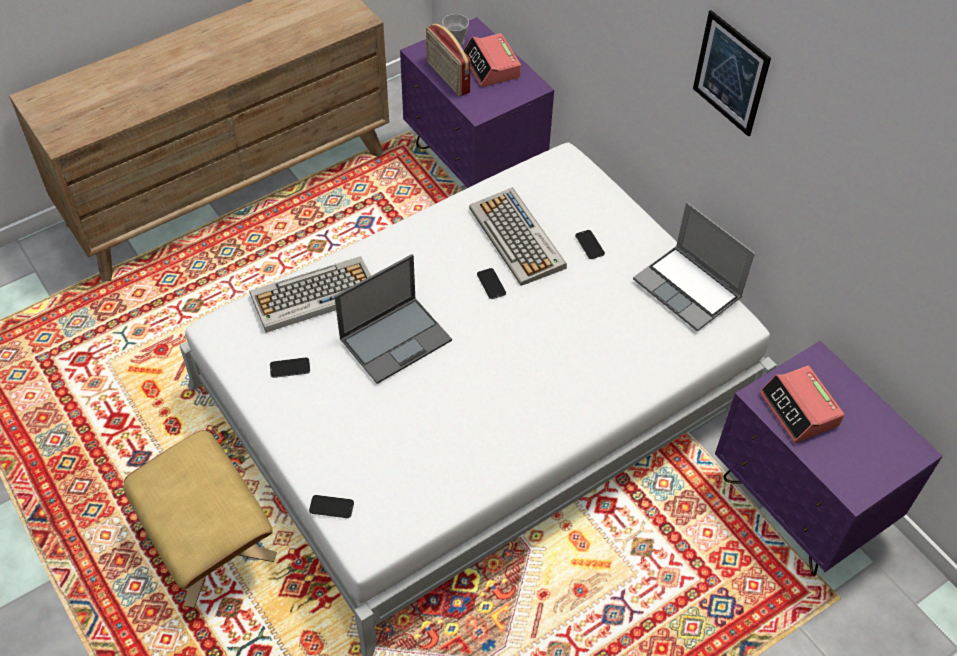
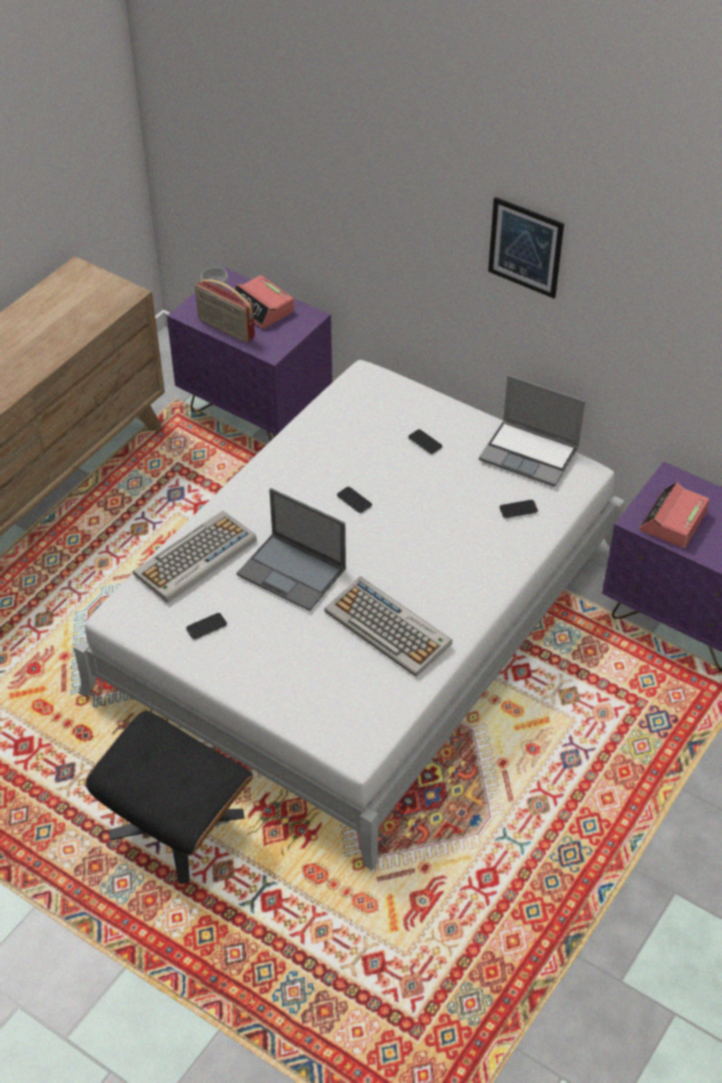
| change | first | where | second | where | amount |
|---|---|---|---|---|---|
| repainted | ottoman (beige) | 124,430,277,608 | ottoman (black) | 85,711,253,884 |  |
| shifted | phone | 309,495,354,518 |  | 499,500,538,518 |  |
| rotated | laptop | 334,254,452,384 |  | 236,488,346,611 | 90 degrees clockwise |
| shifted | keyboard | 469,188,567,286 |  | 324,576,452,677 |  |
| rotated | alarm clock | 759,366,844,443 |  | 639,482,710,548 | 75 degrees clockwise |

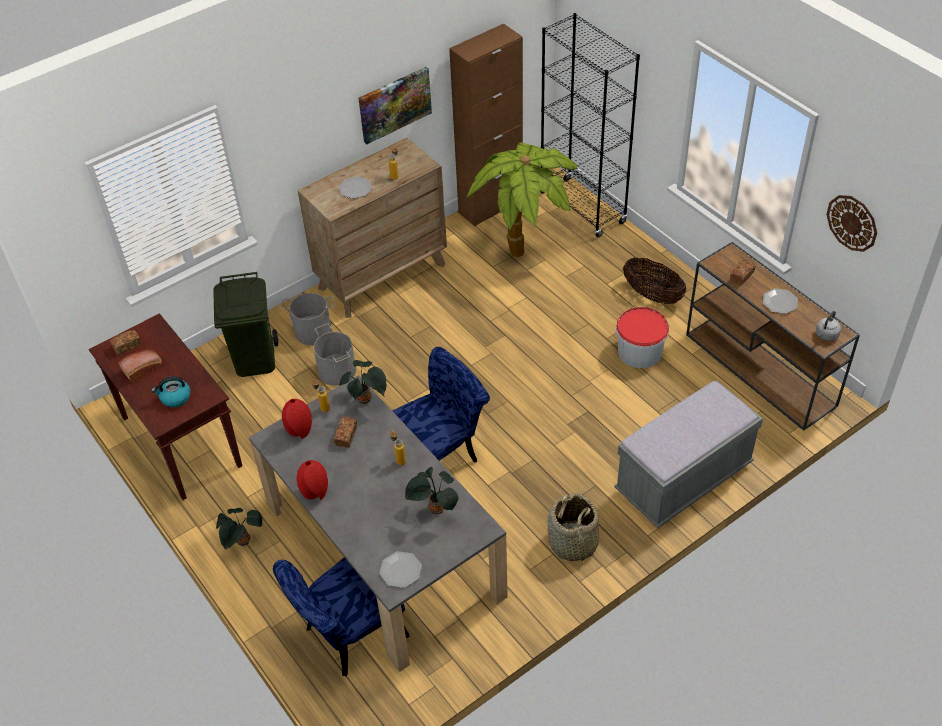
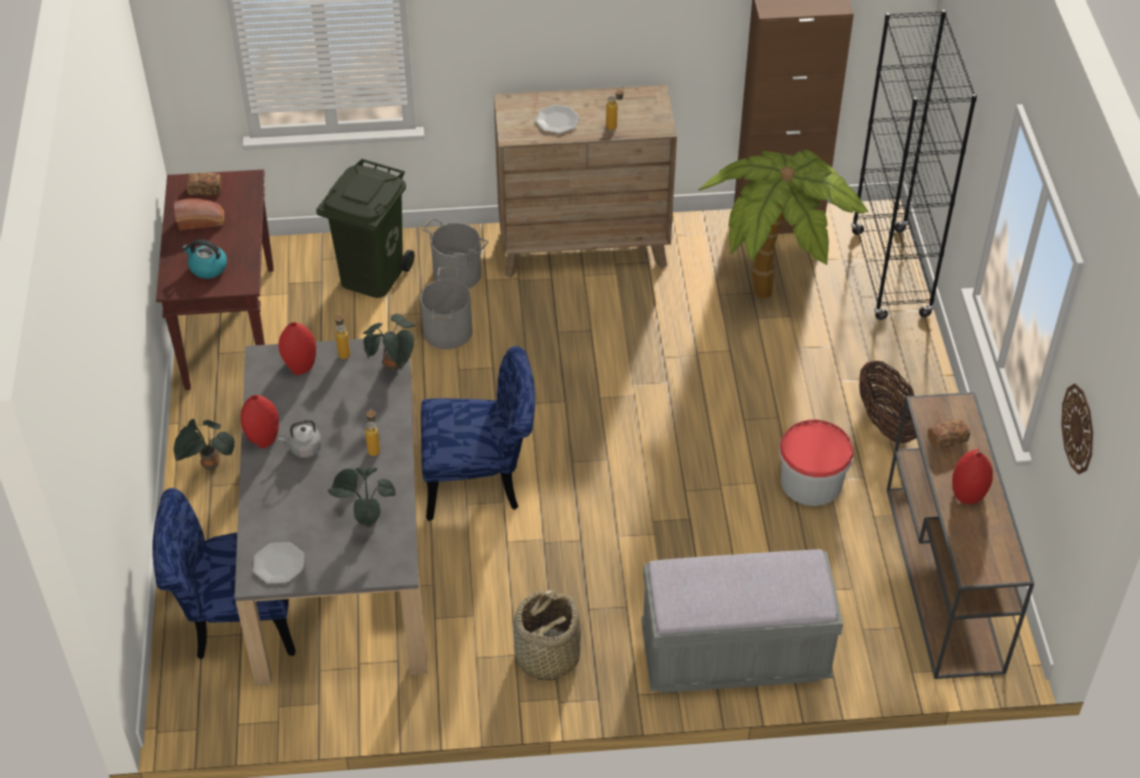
| change | first | where | second | where | amount |
|---|---|---|---|---|---|
| gone | bread | 334,416,357,448 |  |  |  |
| gone | picture | 359,67,432,144 |  |  |  |
| swapped | plate | 763,288,798,314 | vase (red) | 952,449,993,504 |  |
| shifted | kettle (grey) | 816,311,841,341 |  | 278,420,322,458 |  |

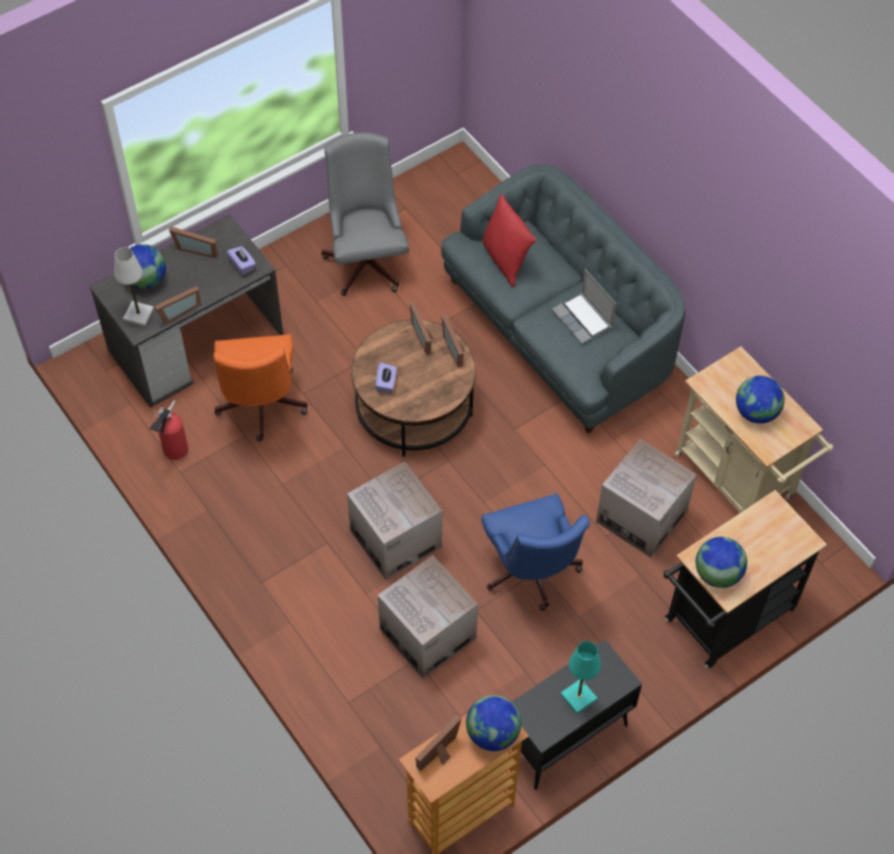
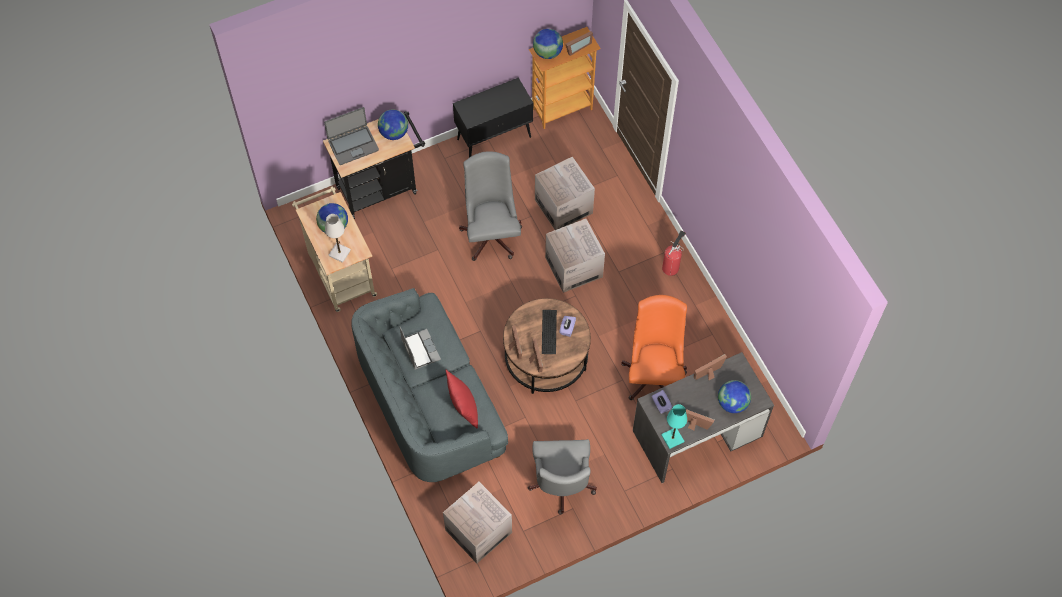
| change | first | where | second | where | amount |
|---|---|---|---|---|---|
| shifted | table lamp (white) | 114,247,154,326 |  | 325,214,351,263 |  |
| shifted | fire extinguisher | 150,400,188,460 |  | 662,230,686,276 |  |
| repainted | office chair (blue) | 482,493,589,611 | office chair (grey) | 459,151,522,261 |  |
| shifted | table lamp (turquoise) | 561,641,601,714 |  | 661,404,687,449 |  |
| shifted | cardboard box | 596,439,697,558 |  | 443,482,512,563 |  |
| new |  |  | laptop | 324,107,379,165 |  |
| new |  |  | keyboard | 542,310,557,354 |  |

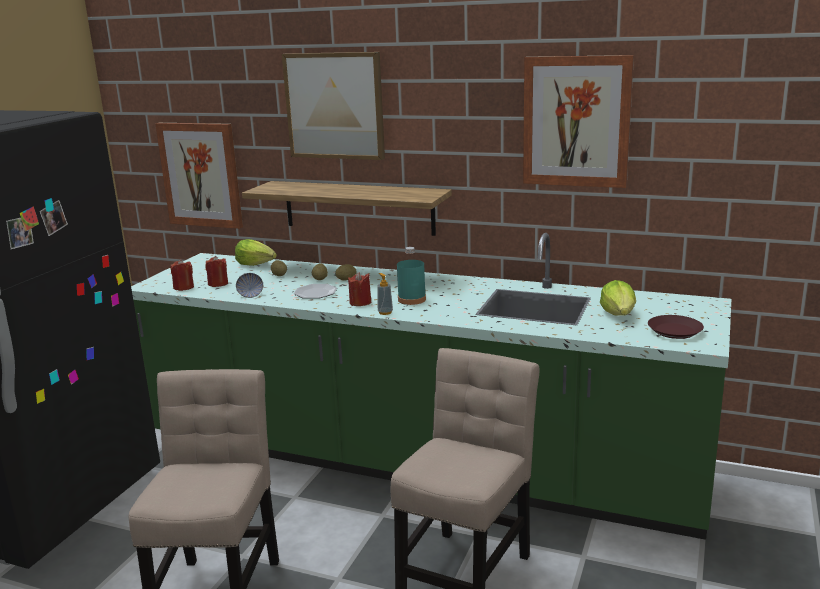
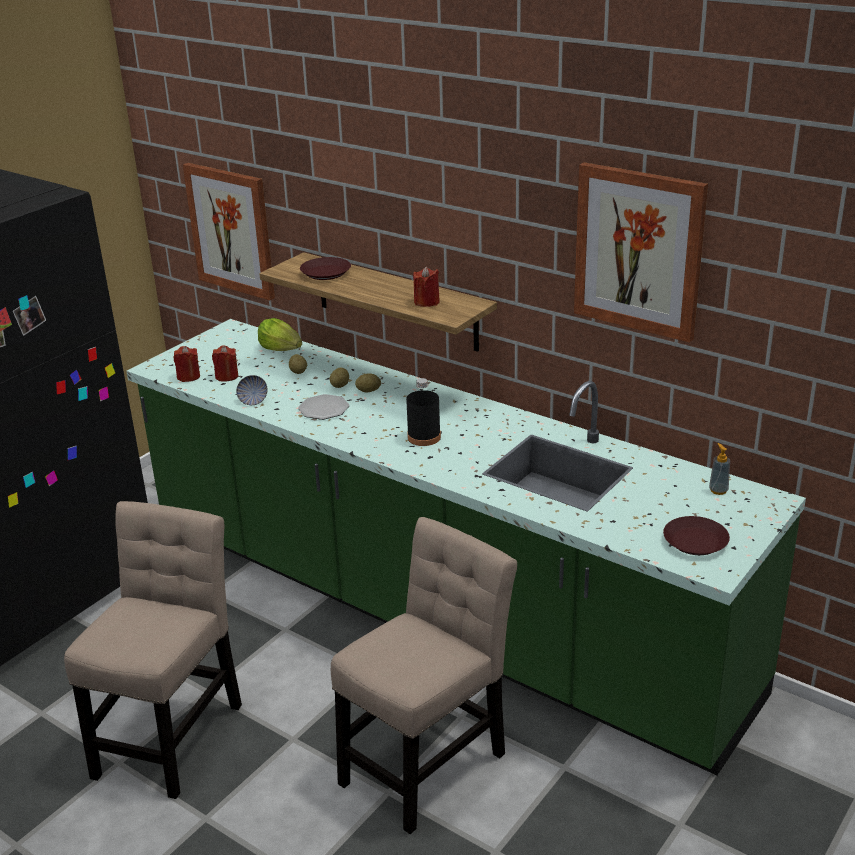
| change | first | where | second | where | amount |
|---|---|---|---|---|---|
| gone | picture | 282,52,385,160 |  |  |  |
| shifted | candle (red) | 348,272,371,306 |  | 413,267,440,307 |  |
| shifted | soap dispenser | 378,273,393,315 |  | 709,443,730,495 |  |
| repainted | bottle (turquoise) | 397,247,426,305 | bottle (black) | 406,378,441,446 |  |
| gone | lettuce | 600,280,636,316 |  |  |  |
| new |  |  | plate (brown) | 300,257,351,280 |  |

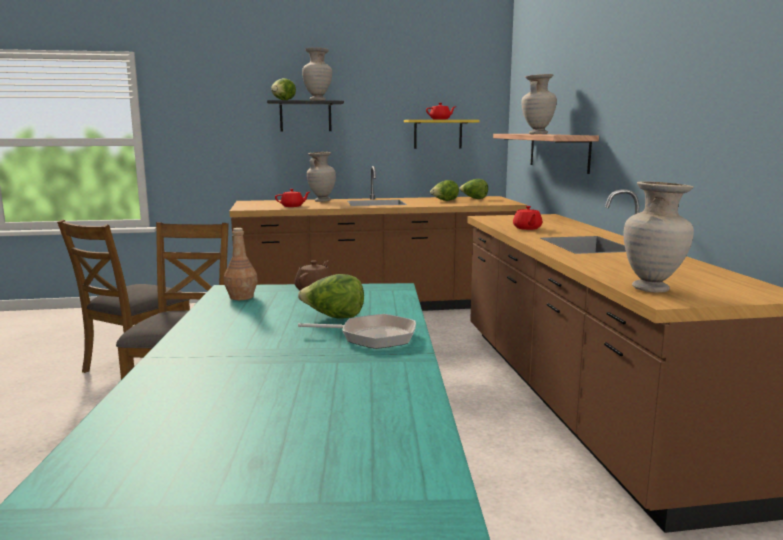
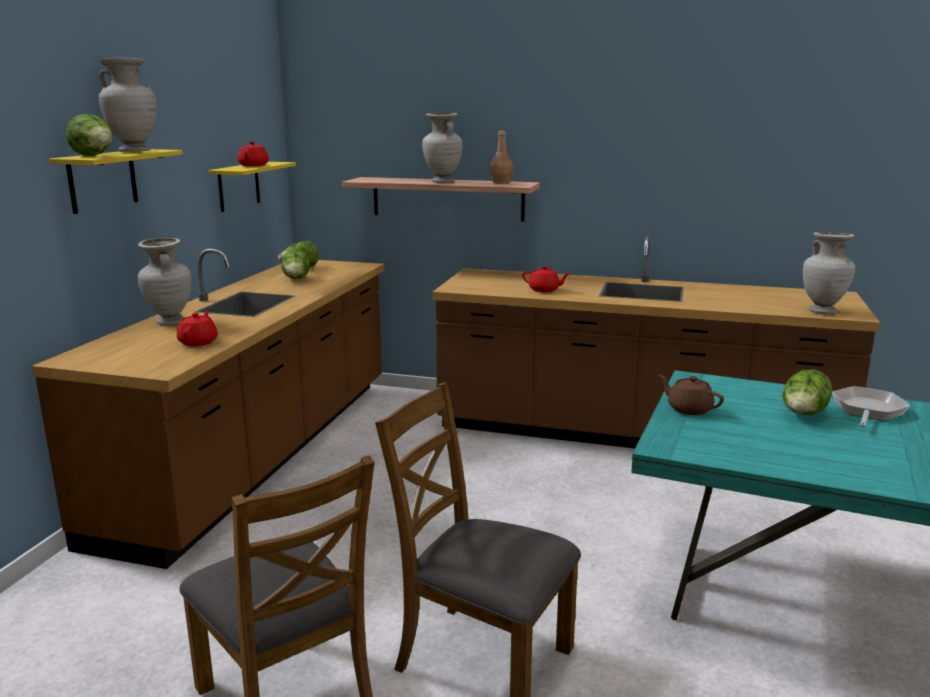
| change | first | where | second | where | amount |
|---|---|---|---|---|---|
| shifted | bottle (brown) | 224,228,258,300 |  | 490,131,513,184 |  |
| repainted | shelf (black) | 267,100,344,131 | shelf (yellow) | 49,149,183,214 |  |

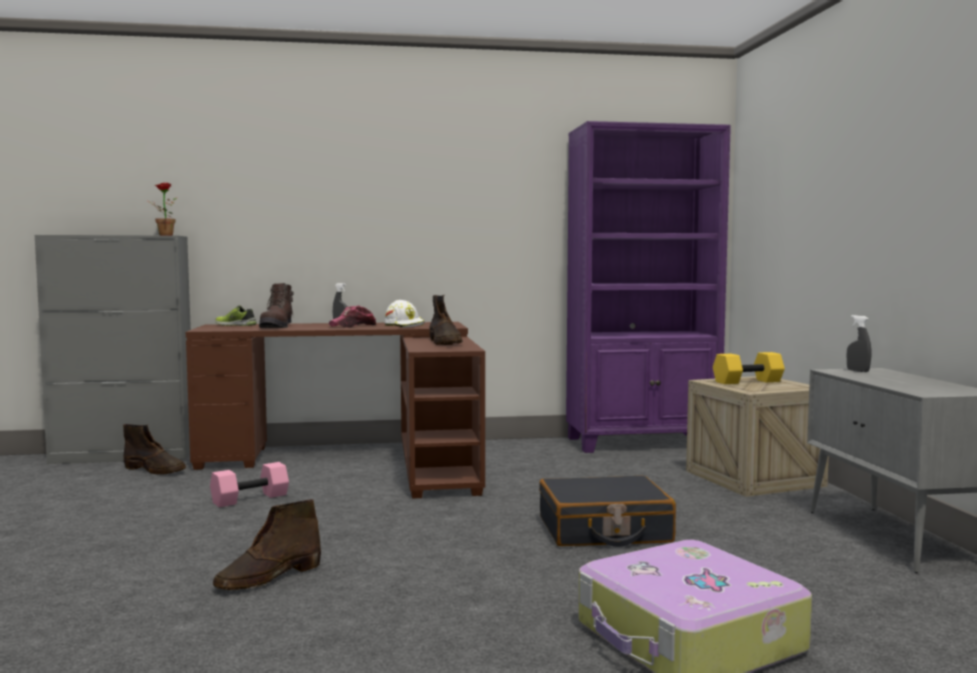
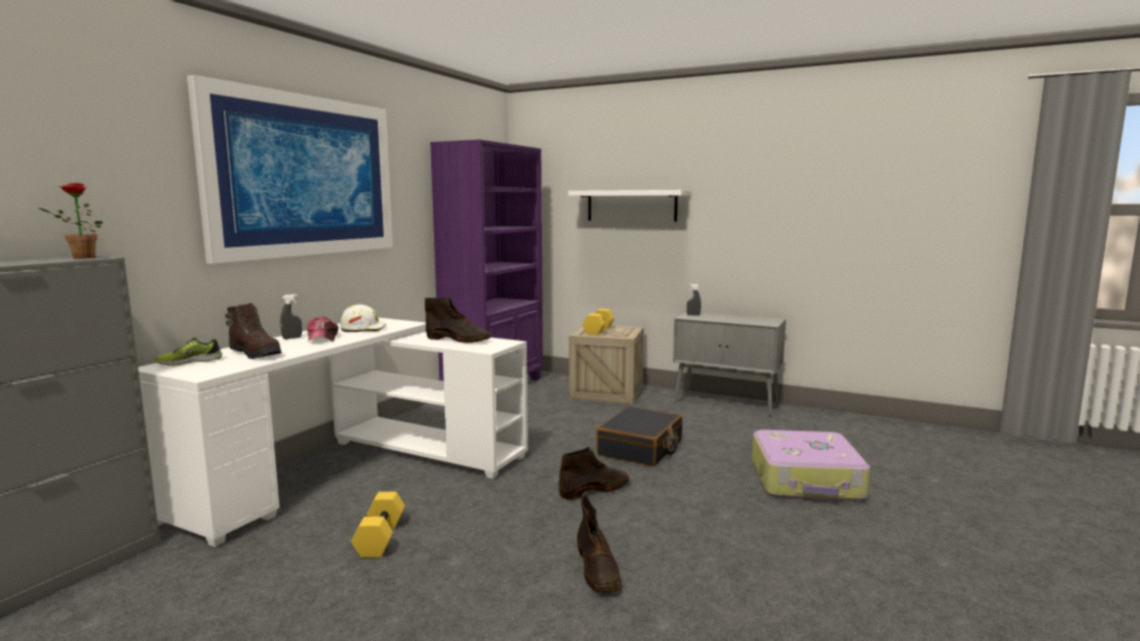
| change | first | where | second | where | amount |
|---|---|---|---|---|---|
| shifted | boot (brown) | 123,424,186,475 |  | 559,446,629,500 |  |
| repainted | desk (brown) | 186,322,485,499 | desk (white) | 138,318,528,547 |  |
| repainted | dumbbell (pink) | 210,462,289,507 | dumbbell (yellow) | 351,492,405,558 |  |
| new |  |  | picture | 187,75,393,264 |  |
| new |  |  | shelf (white) | 568,190,689,222 |  |

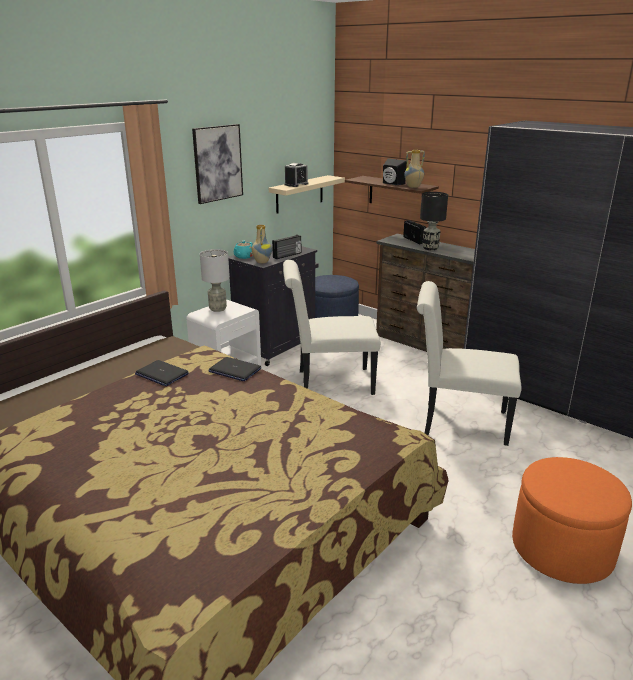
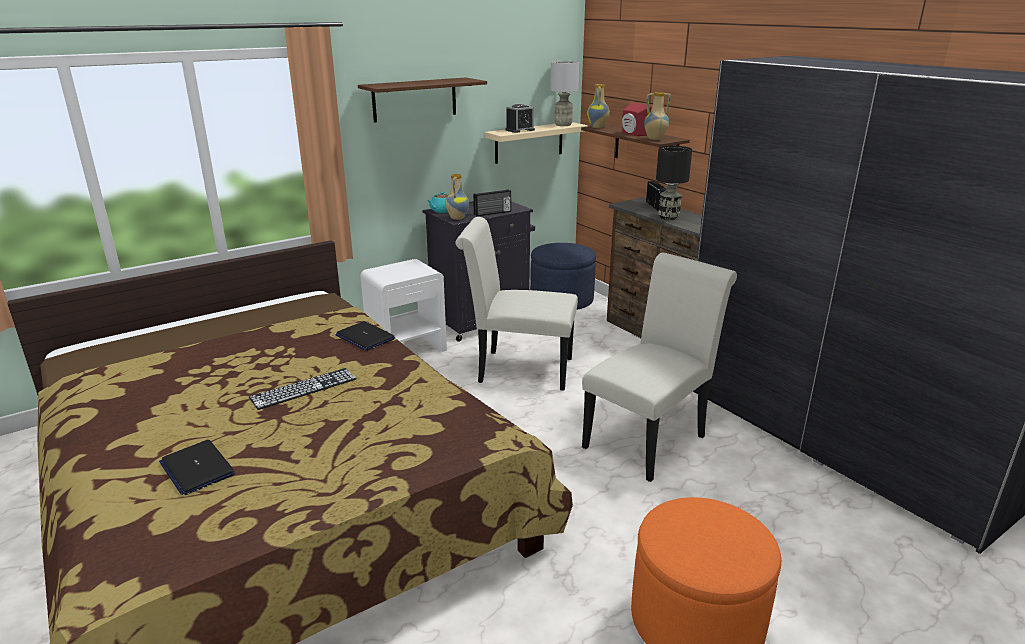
| change | first | where | second | where | amount |
|---|---|---|---|---|---|
| shifted | laptop | 135,360,189,386 |  | 159,440,235,495 |  |
| swapped | picture | 192,124,243,204 | shelf | 358,78,487,123 |  |
| shifted | table lamp (grey) | 200,249,230,312 |  | 550,61,580,126 |  |
| repainted | speaker (black) | 383,158,407,185 | speaker (red) | 622,103,651,136 |  |
| rotated | chair (white) | 417,281,522,446 |  | 582,253,737,482 | 105 degrees clockwise |
| new |  |  | keyboard | 249,368,357,410 |  |
| new |  |  | vase | 587,84,610,128 |  |

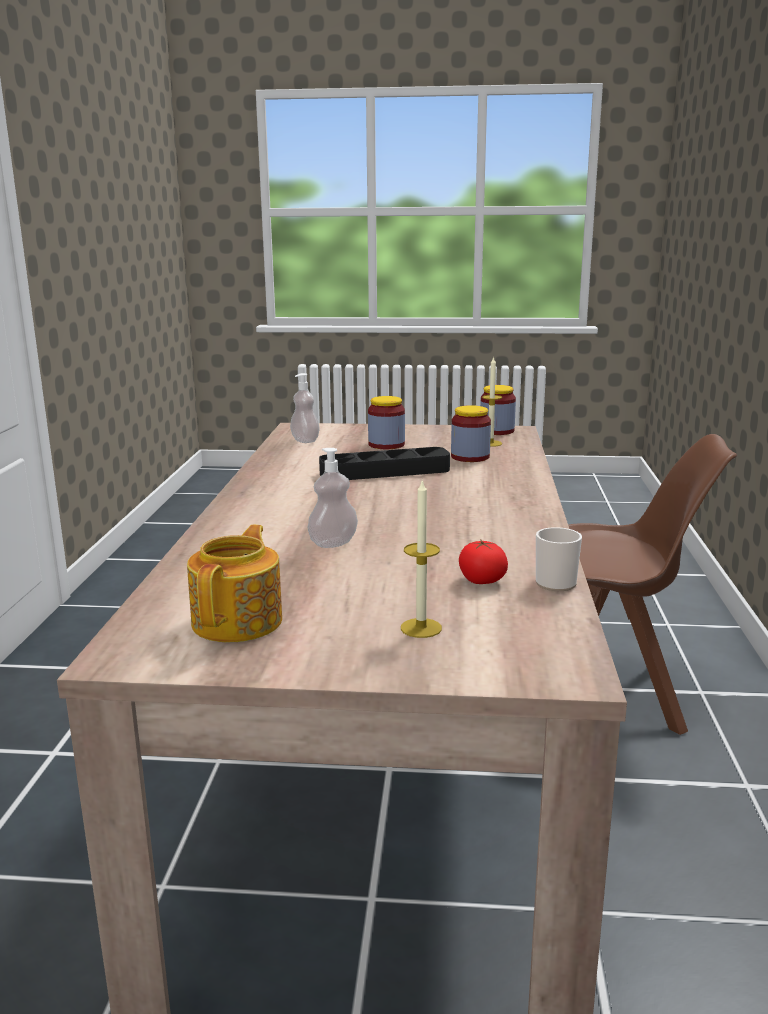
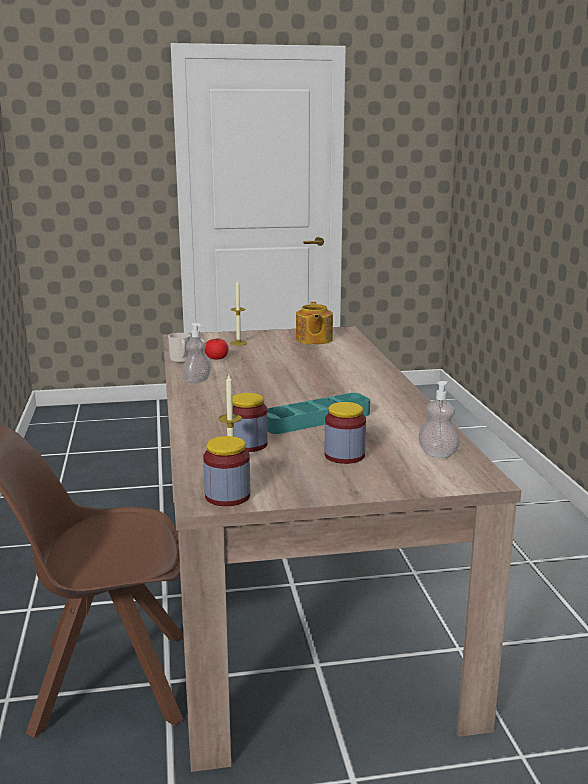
| change | first | where | second | where | amount |
|---|---|---|---|---|---|
| shifted | soap dispenser | 308,448,358,548 |  | 183,323,211,383 |  |
| repainted | tray (black) | 319,447,450,480 | tray (turquoise) | 267,393,370,434 |  |

